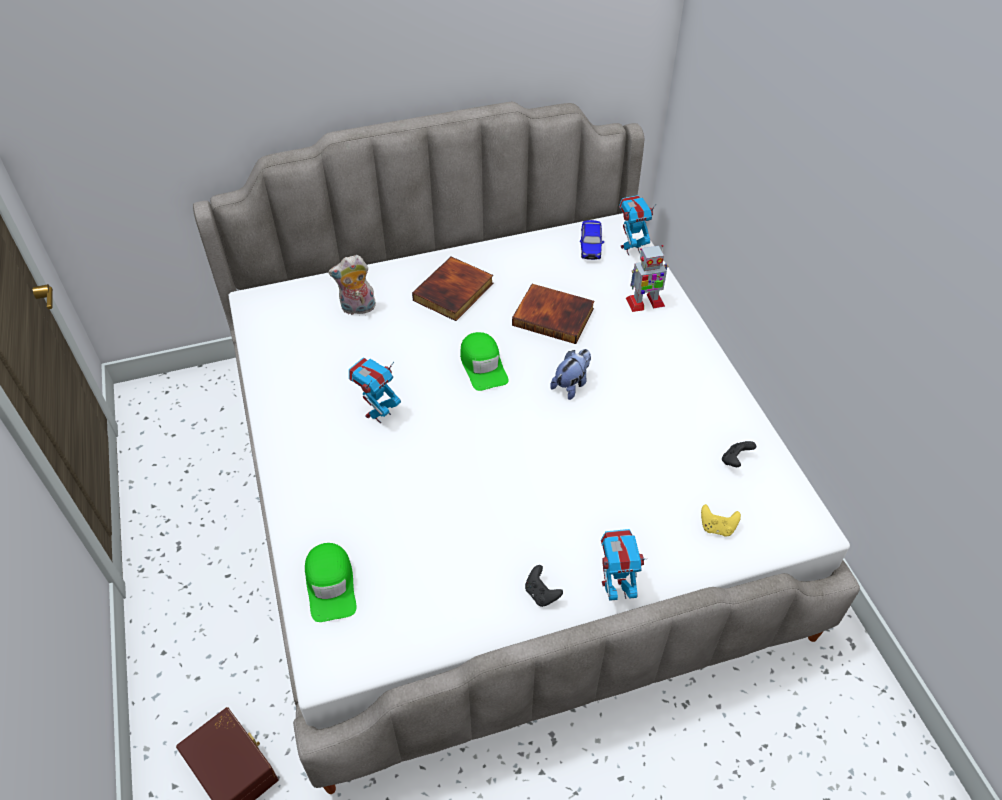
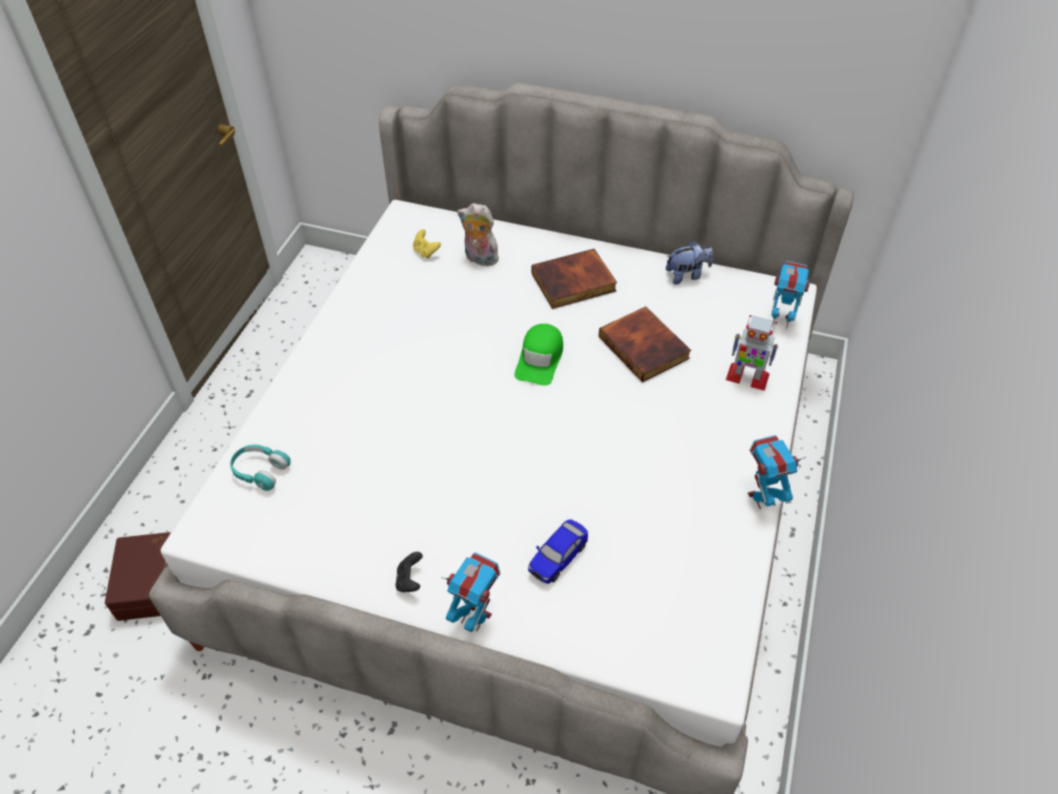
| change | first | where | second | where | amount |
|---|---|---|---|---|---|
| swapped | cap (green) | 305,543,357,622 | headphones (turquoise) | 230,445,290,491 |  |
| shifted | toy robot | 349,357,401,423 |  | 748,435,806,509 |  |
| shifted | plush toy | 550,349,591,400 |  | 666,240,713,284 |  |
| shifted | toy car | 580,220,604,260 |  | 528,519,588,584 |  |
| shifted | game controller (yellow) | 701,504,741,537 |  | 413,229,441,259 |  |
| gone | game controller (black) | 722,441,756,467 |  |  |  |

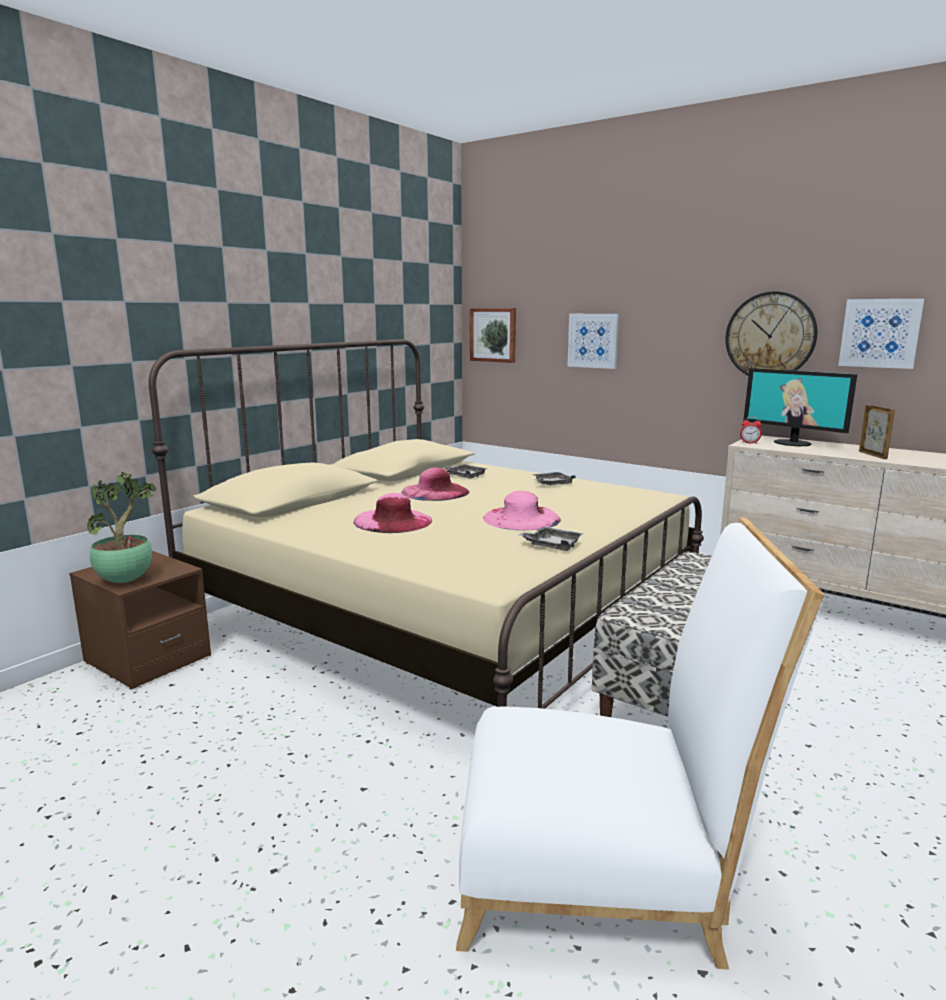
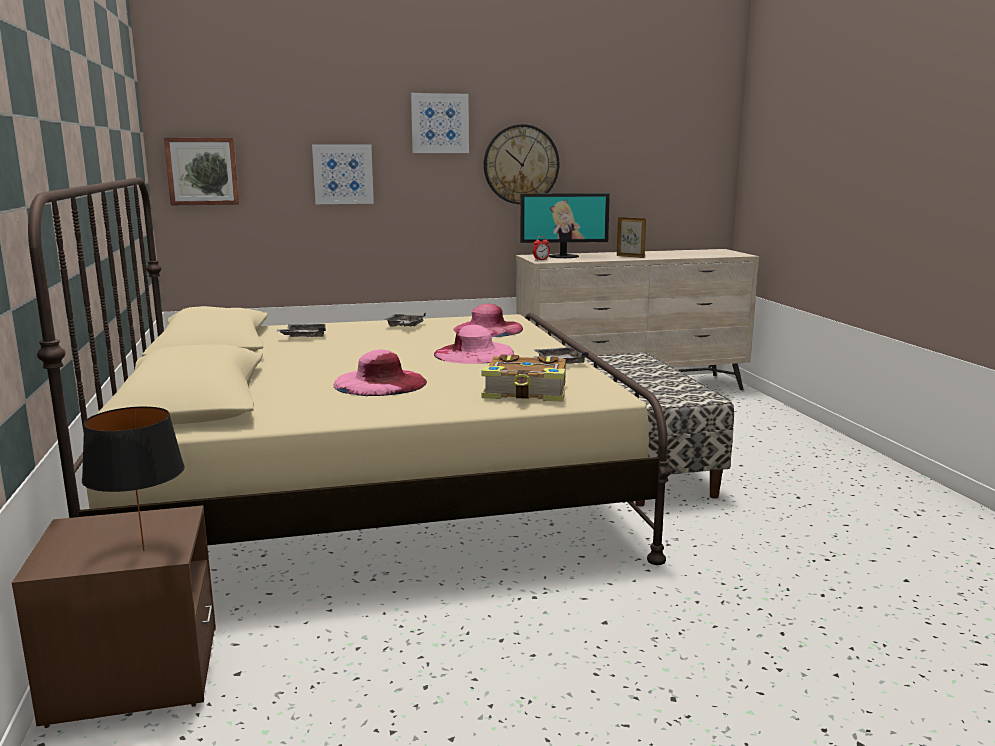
| change | first | where | second | where | amount |
|---|---|---|---|---|---|
| swapped | potted plant | 87,472,156,583 | table lamp (black) | 82,406,185,551 |  |
| shifted | hat (pink) | 402,467,470,501 |  | 453,304,523,337 |  |
| gone | chair (white) | 456,517,824,970 |  |  |  |
| shifted | picture | 838,299,924,369 |  | 411,93,469,153 |  |
| new |  |  | book | 481,354,566,402 |  |

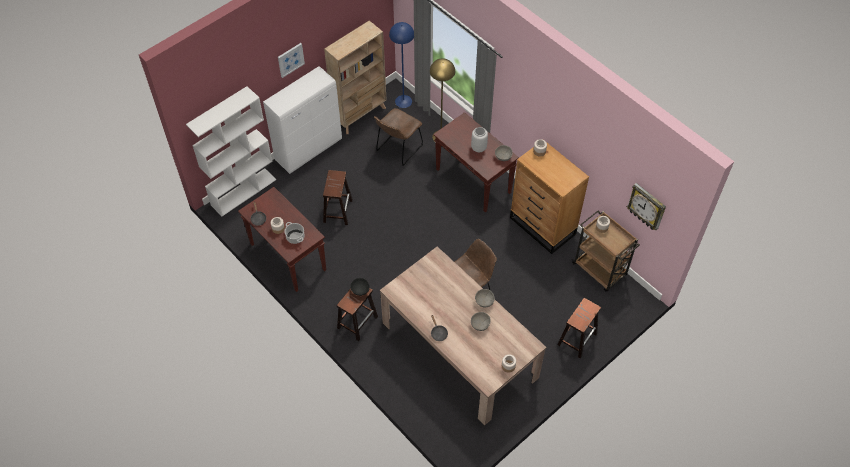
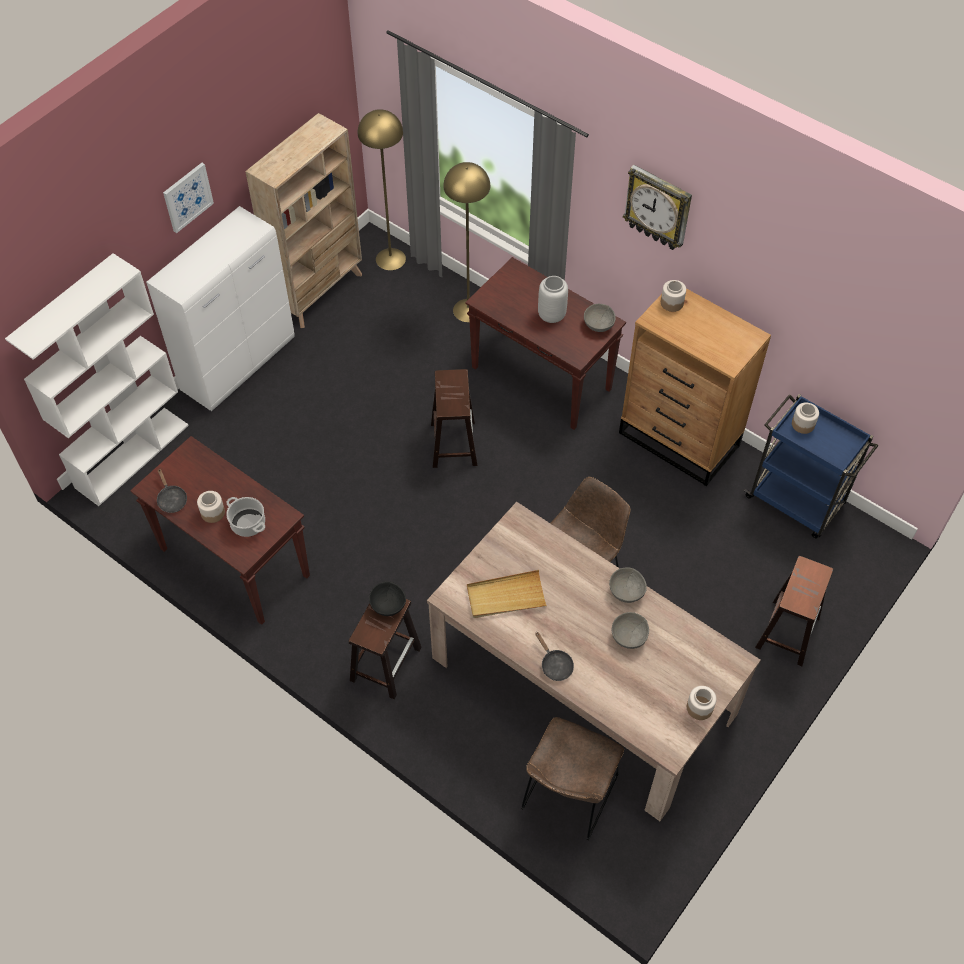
| change | first | where | second | where | amount |
|---|---|---|---|---|---|
| shifted | stool (brown) | 323,170,353,225 |  | 431,369,477,468 |  |
| shifted | chair (brown) | 374,108,423,166 |  | 521,717,624,840 |  |
| repainted | floor lamp (blue) | 389,22,414,108 | floor lamp (yellow) | 358,109,406,270 |  |
| repainted | cart (brown) | 571,210,640,292 | cart (blue) | 744,394,878,538 |  |
| shifted | wall clock | 627,183,666,230 |  | 623,165,692,250 |  |
| new |  |  | tray (beige) | 467,570,547,618 |  |

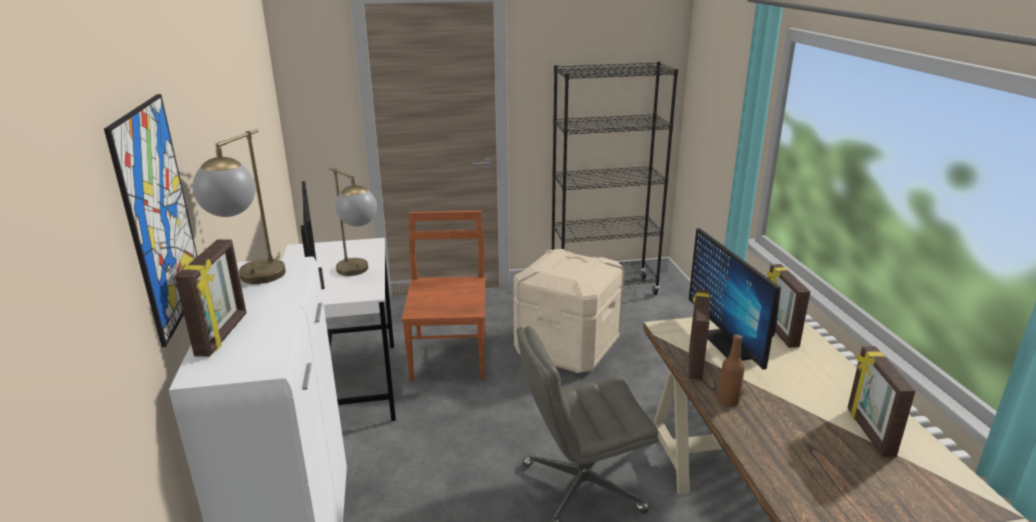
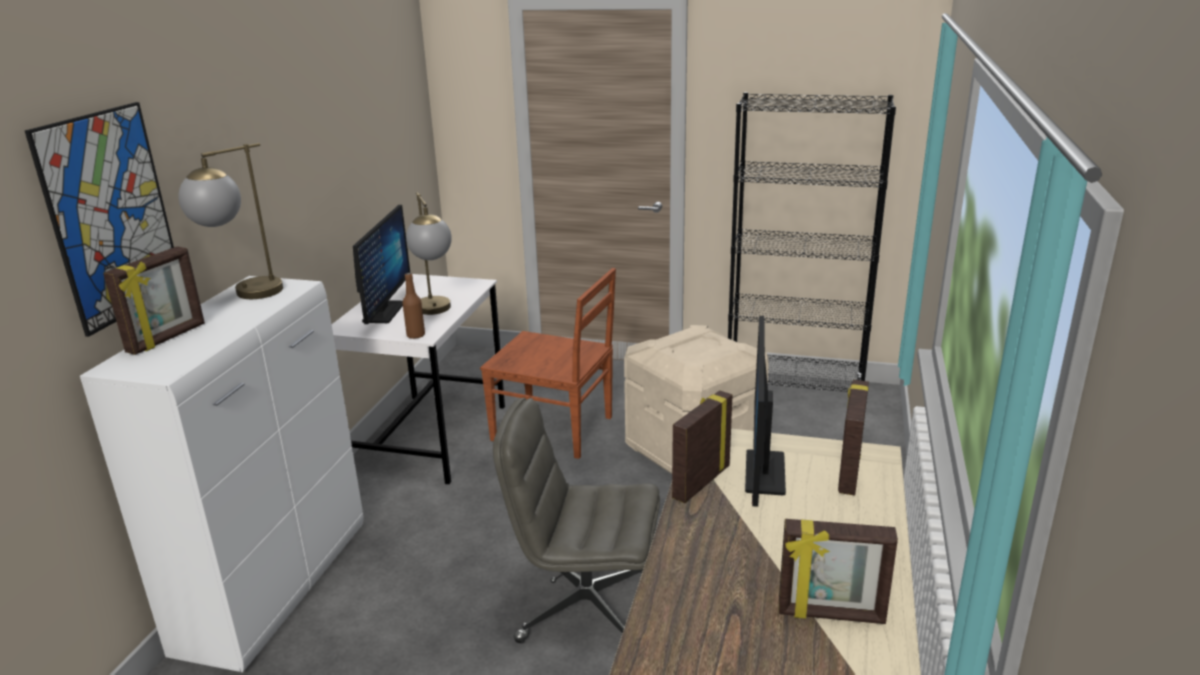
| change | first | where | second | where | amount |
|---|---|---|---|---|---|
| rotated | chair (brown) | 402,211,485,381 |  | 480,268,616,459 | 90 degrees clockwise |
| shifted | bottle (brown) | 717,334,745,407 |  | 403,273,425,339 |  |
| rotated | picture frame | 847,346,916,457 |  | 779,519,898,624 | 105 degrees counterclockwise |

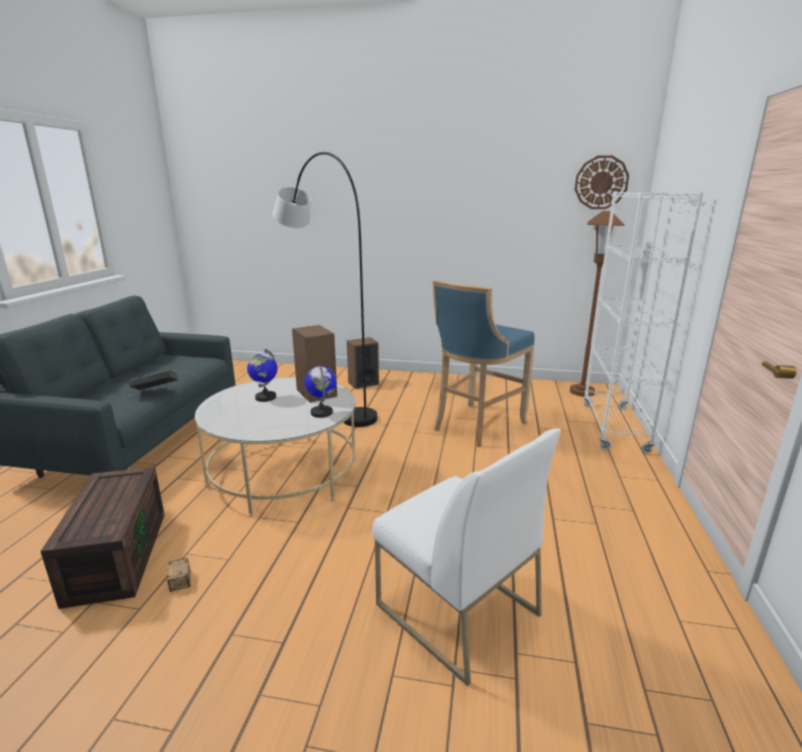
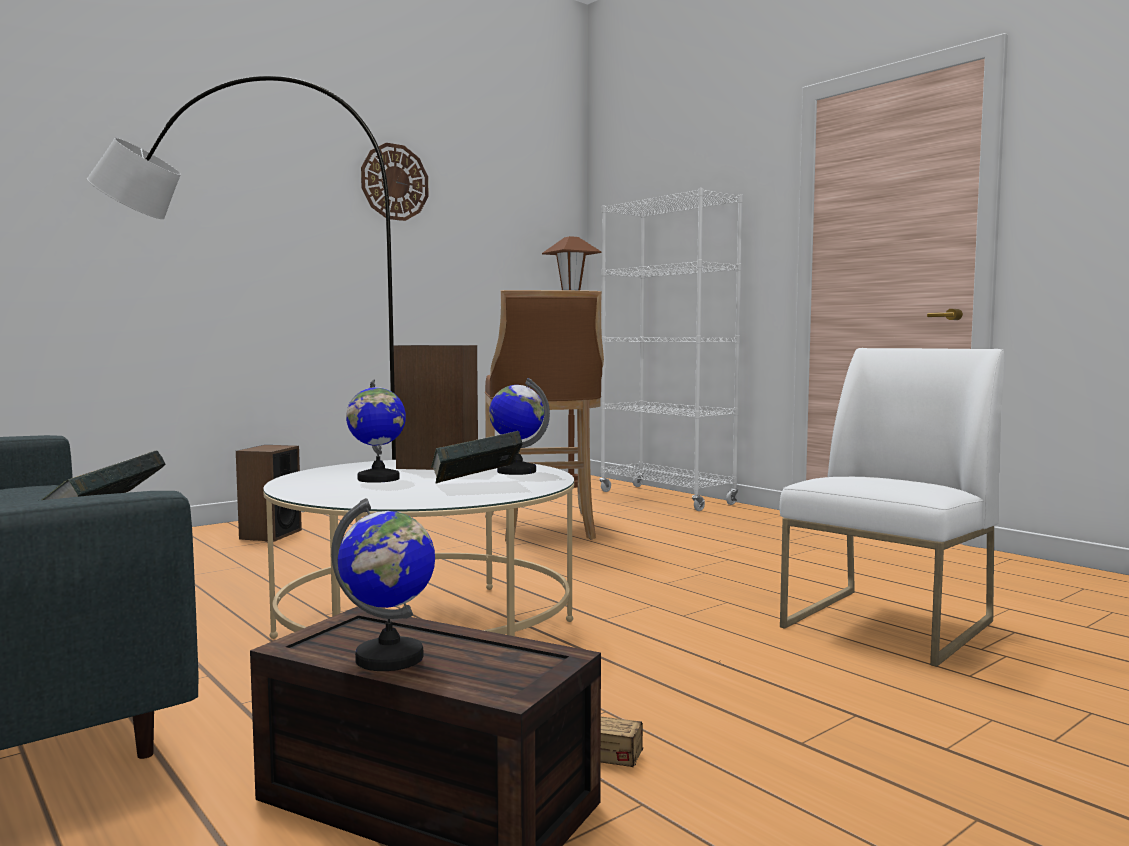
| change | first | where | second | where | amount |
|---|---|---|---|---|---|
| rotated | chair (white) | 372,428,561,686 |  | 780,348,1004,667 | 45 degrees counterclockwise |
| repainted | stool (blue) | 432,280,535,447 | stool (brown) | 485,290,604,541 |  |
| shifted | wall clock | 575,155,629,209 |  | 361,143,428,221 |  |
| new |  |  | globe | 331,498,435,671 |  |
| new |  |  | book | 431,431,523,484 |  |

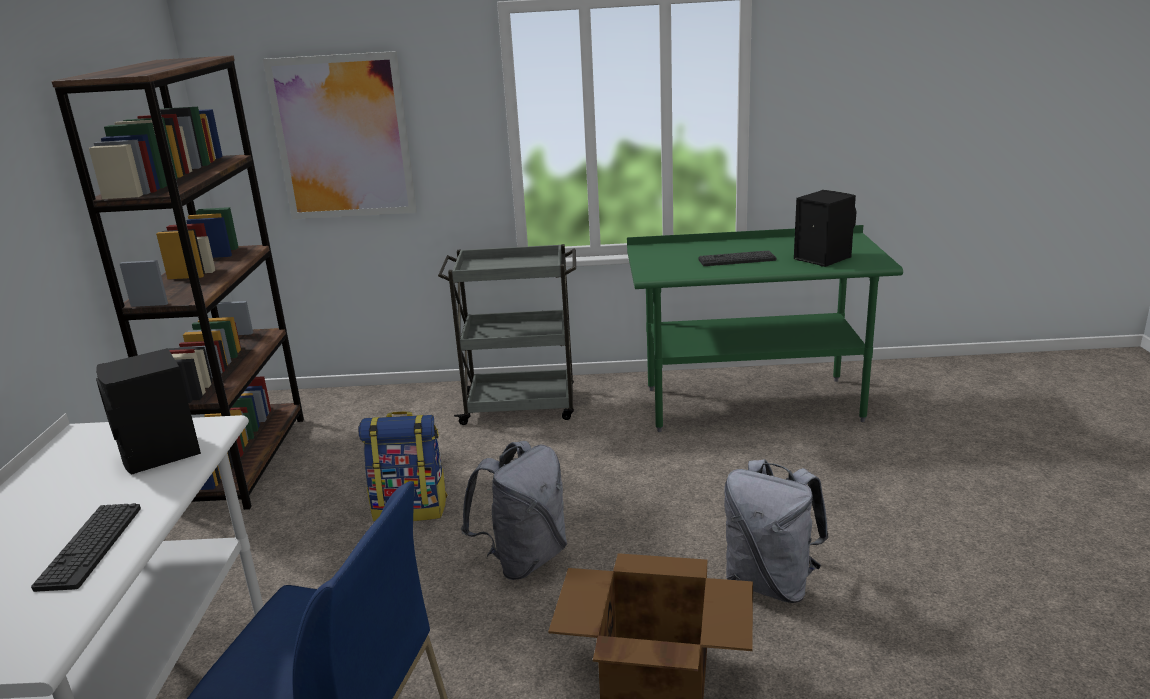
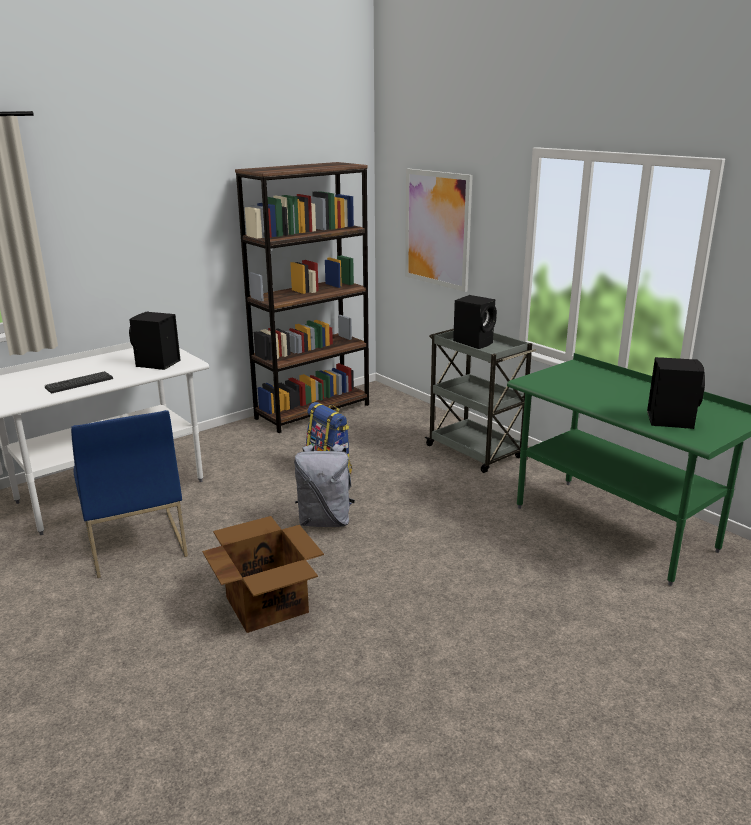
| change | first | where | second | where | amount |
|---|---|---|---|---|---|
| gone | keyboard | 698,250,776,266 |  |  |  |
| gone | backpack (grey) | 724,459,829,603 |  |  |  |
| new |  |  | speaker (black) | 453,295,497,349 |  |

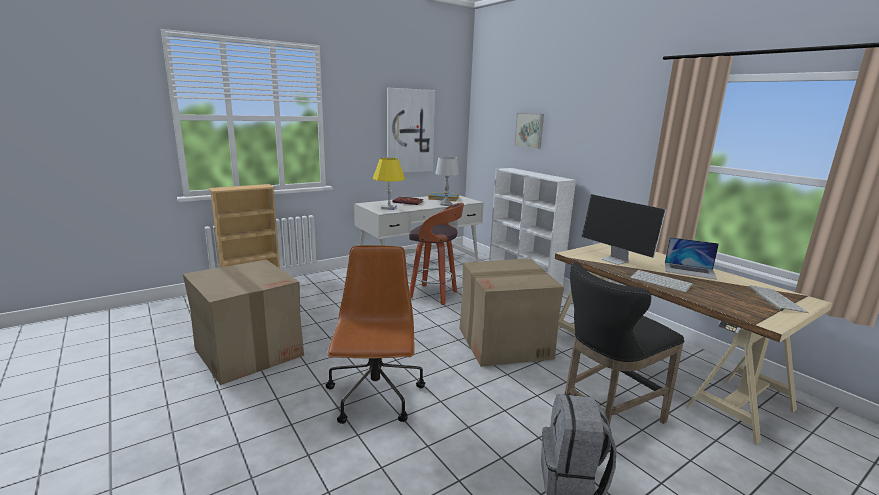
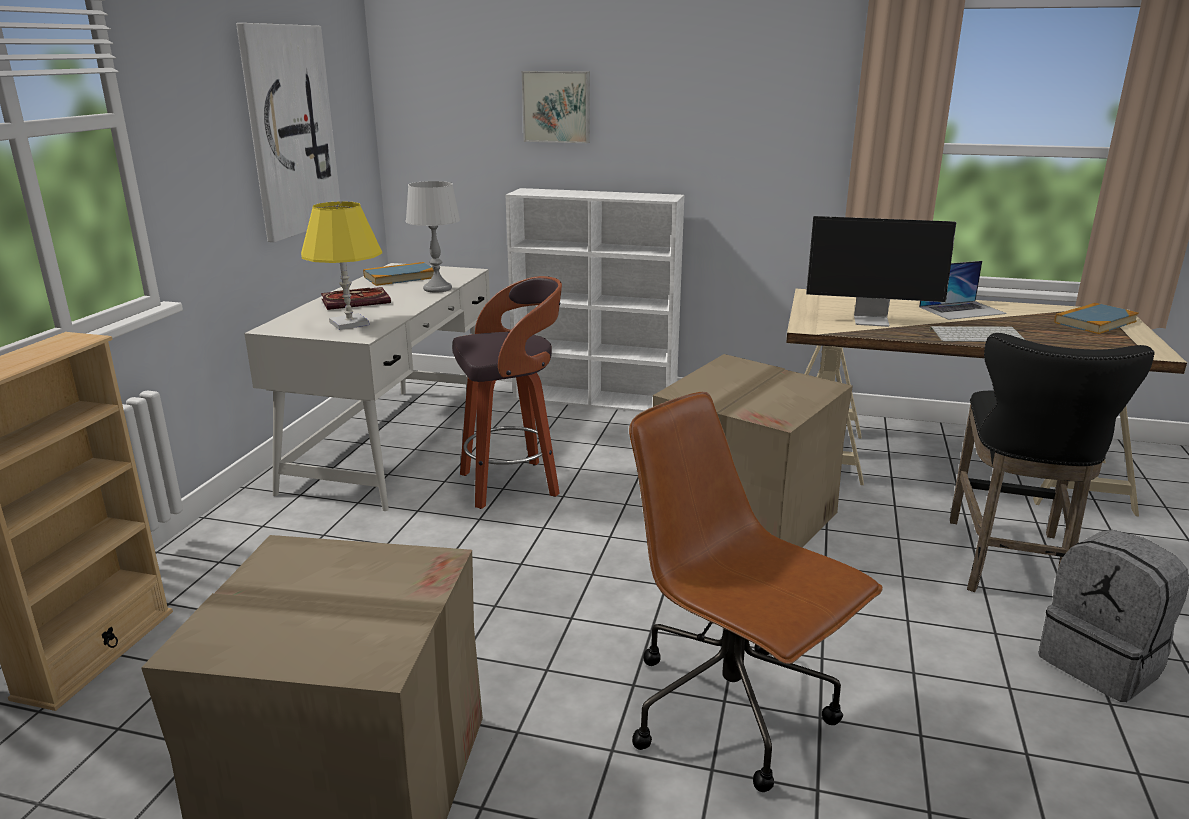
| change | first | where | second | where | amount |
|---|---|---|---|---|---|
| swapped | keyboard | 748,286,809,313 | book | 1054,303,1139,334 |  |

